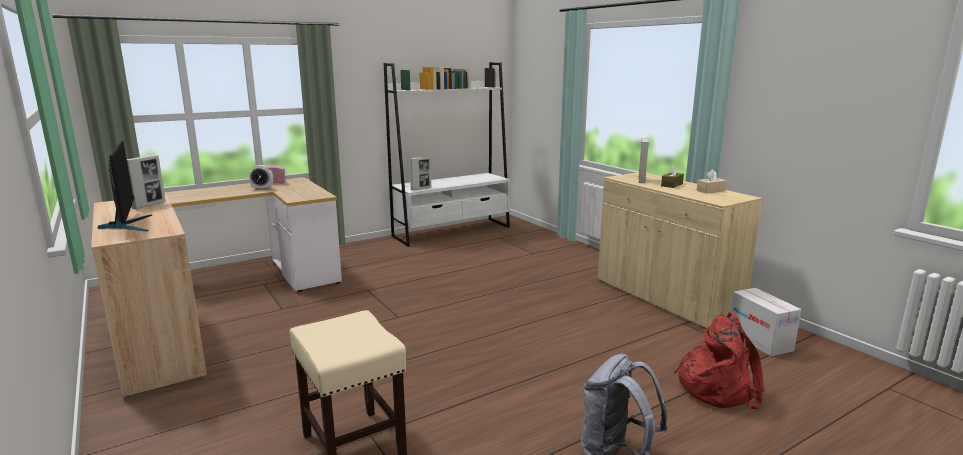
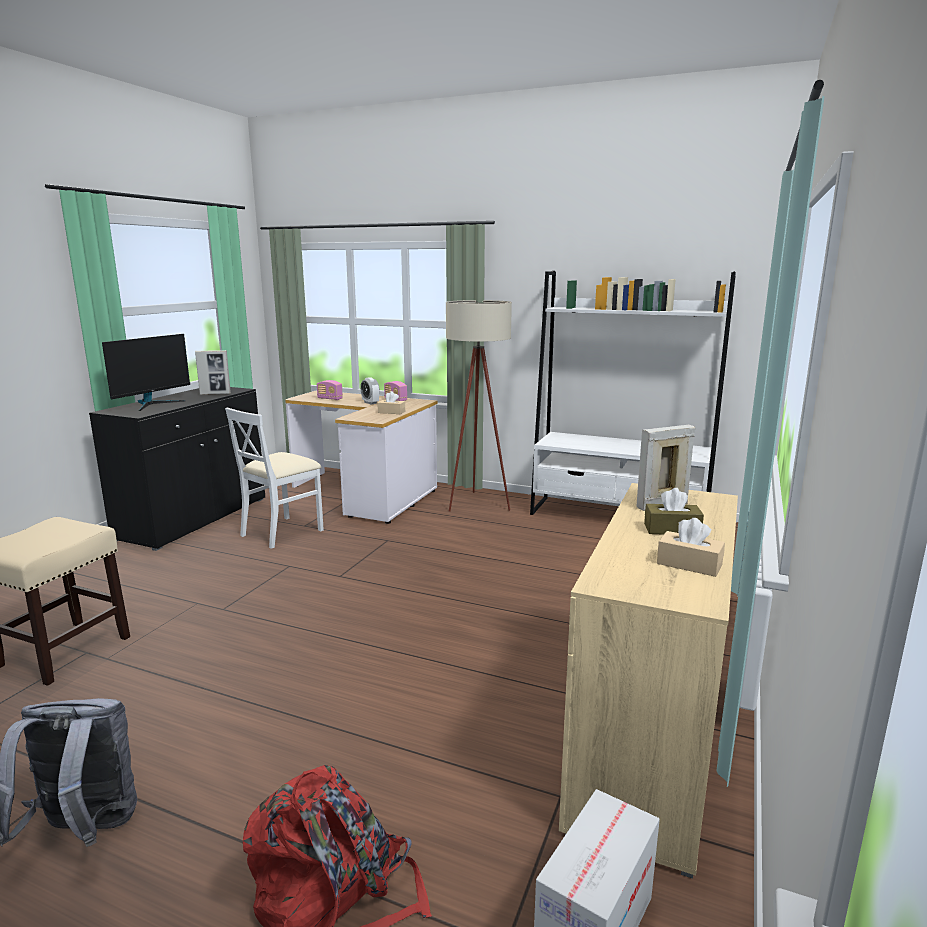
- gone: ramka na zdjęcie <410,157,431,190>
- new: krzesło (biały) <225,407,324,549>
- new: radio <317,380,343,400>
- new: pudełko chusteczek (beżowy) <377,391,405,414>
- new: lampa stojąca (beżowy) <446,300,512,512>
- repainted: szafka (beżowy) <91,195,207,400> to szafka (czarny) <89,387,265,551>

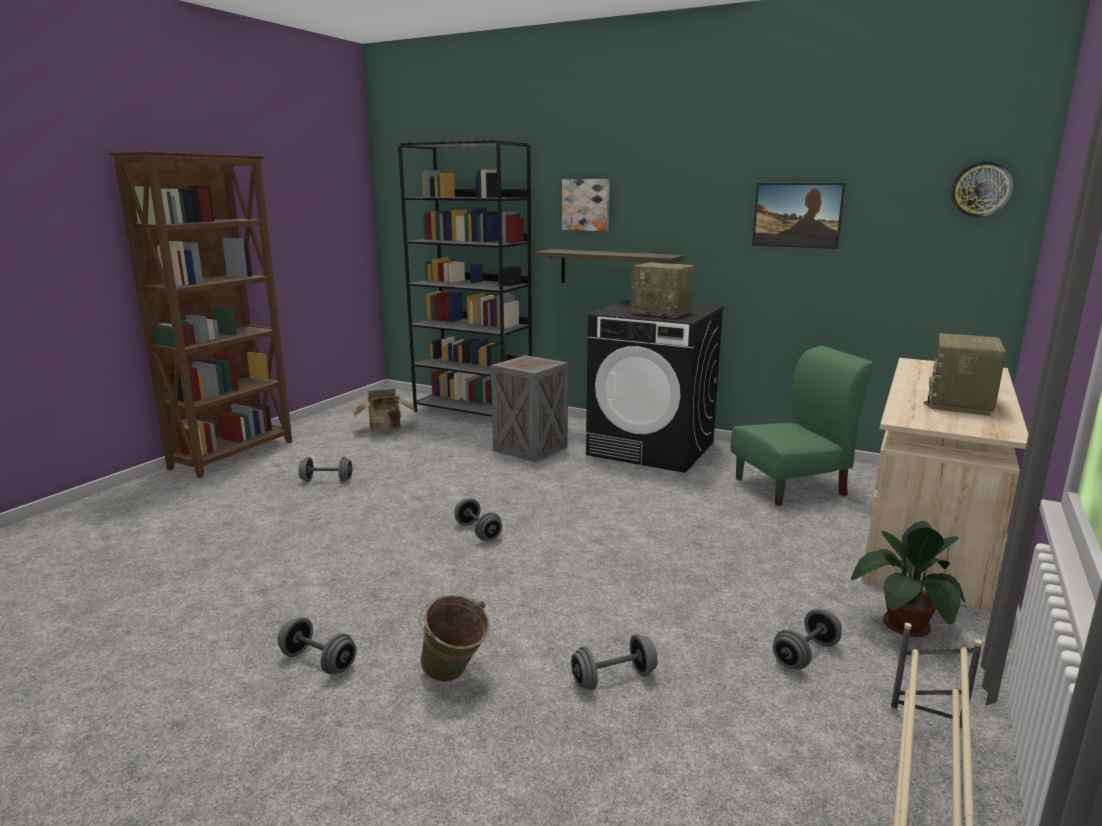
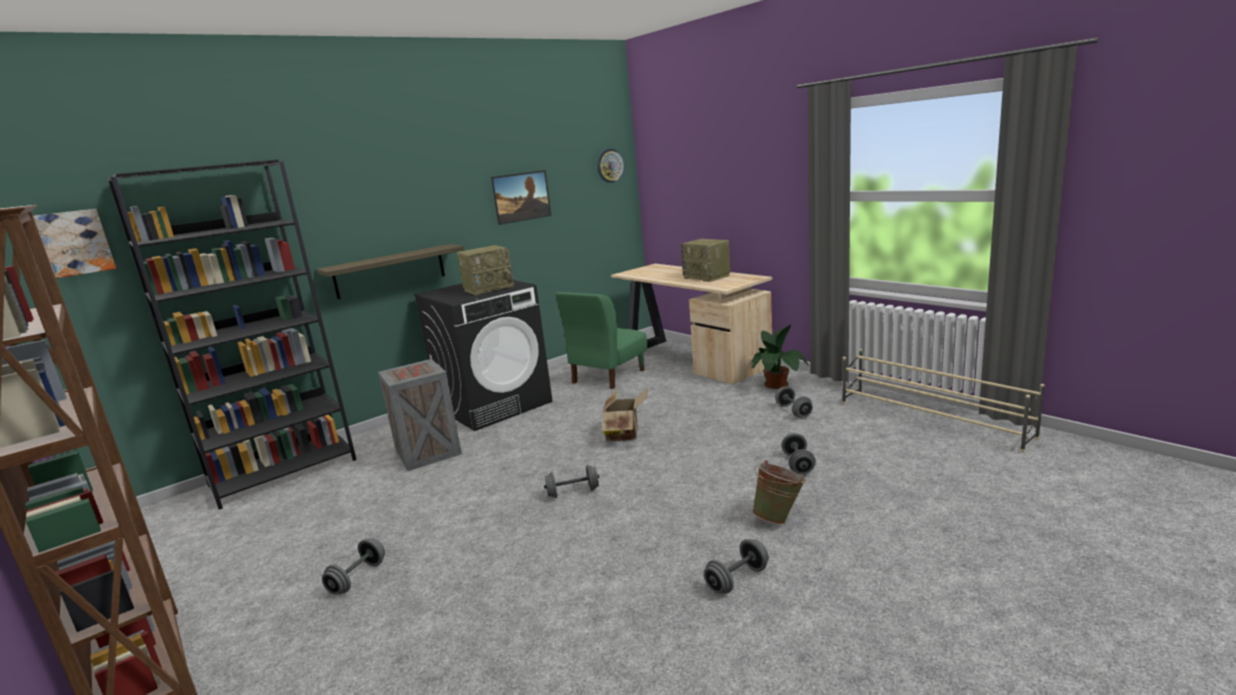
- shifted: karton <353,389,416,433> to <603,388,648,441>
- shifted: obraz <562,179,610,231> to <33,209,116,278>
- rotated: krzesło (zielony) <730,346,873,506> = <556,292,647,389> 150 degrees counterclockwise

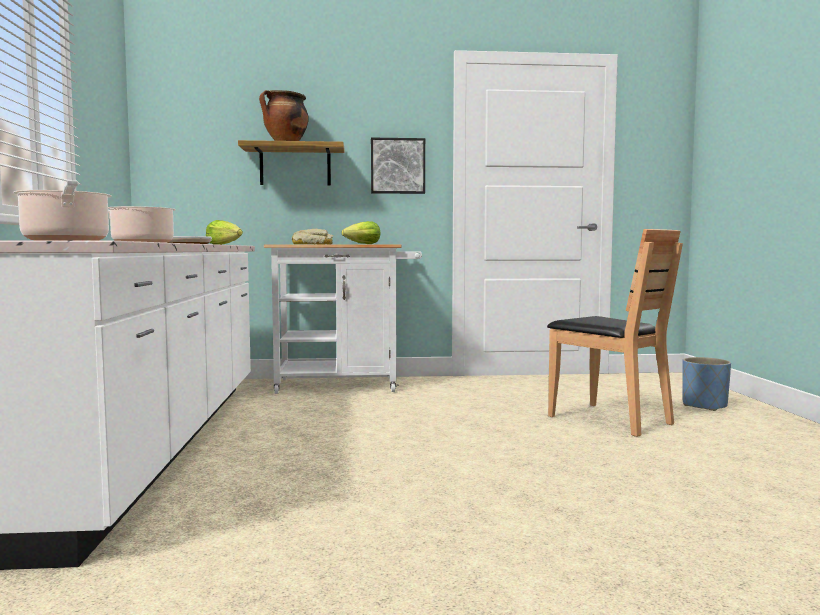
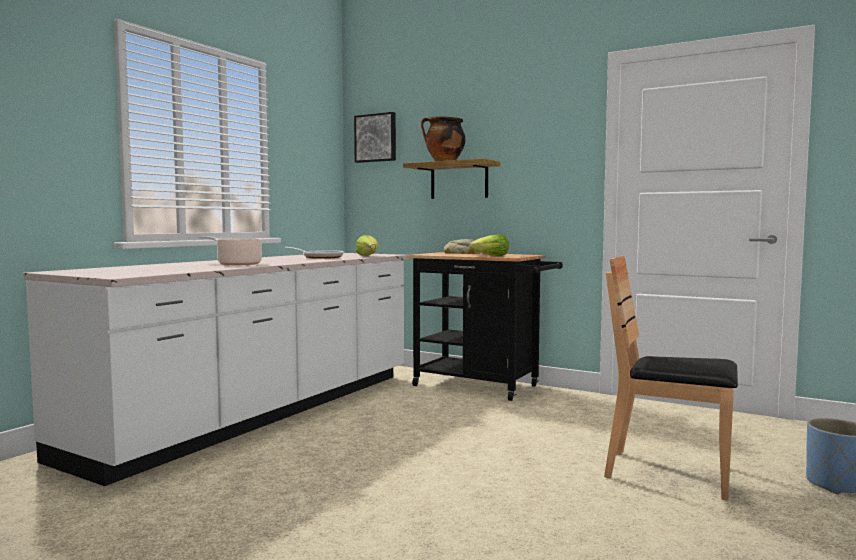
- gone: garnek <13,180,112,241>
- shifted: obraz <371,138,425,194> to <354,112,396,163>
- repainted: wózek (biały) <264,244,422,394> to wózek (czarny) <406,252,563,401>
- rotated: krzesło (brązowy) <547,229,683,437> = <604,256,738,501> 120 degrees clockwise

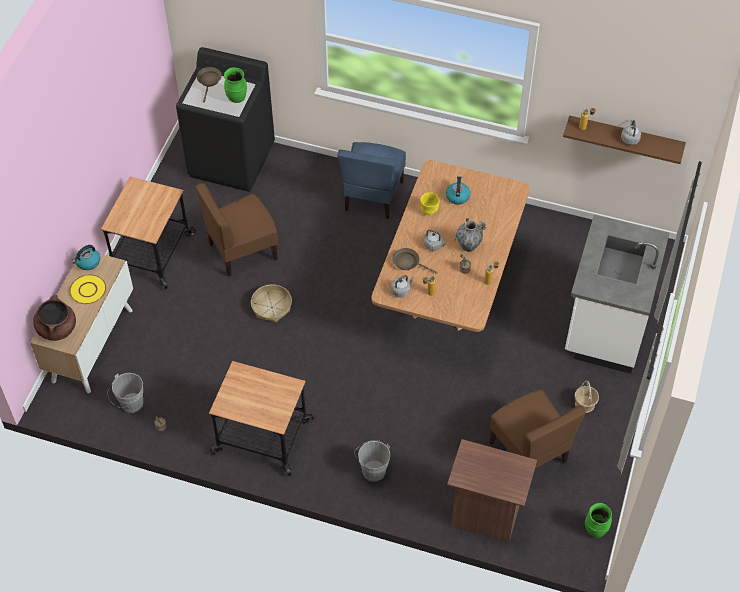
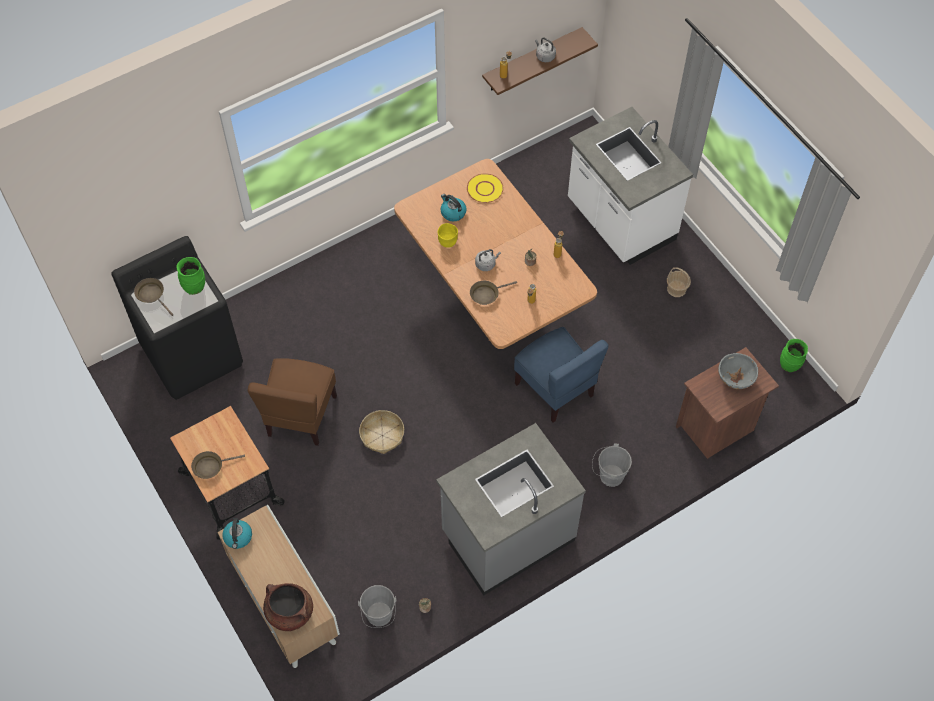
- gone: czajnik (szary) <391,275,414,298>
- gone: wazon <455,218,486,252>
- gone: krzesło (brązowy) <489,390,586,468>
- new: patelnia (brązowy) <191,451,245,479>
- new: miska (szary) <718,353,758,389>
- shifted: talerz (żółty) <69,274,106,304> to <467,173,503,203>
- shifted: krzesło (niebieski) <338,142,406,219> to <514,327,609,423>
- swapped: wózek <209,361,314,477> to zabudowa kuchenna (szary) <436,423,586,595>

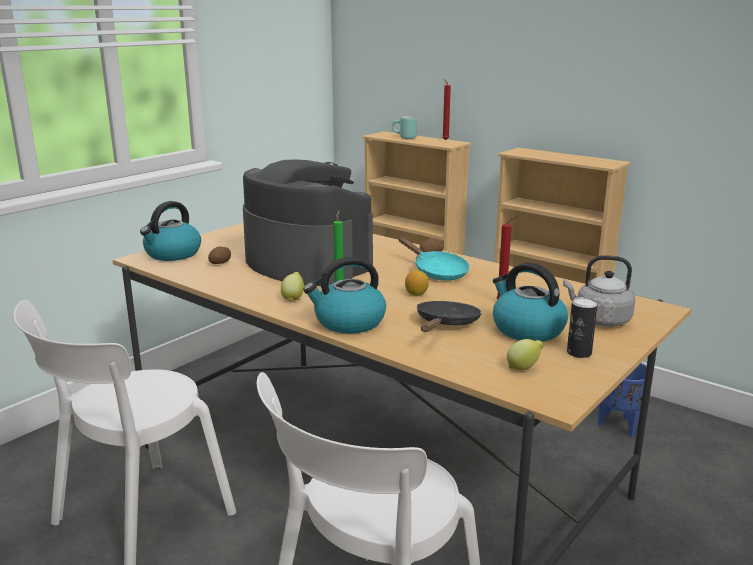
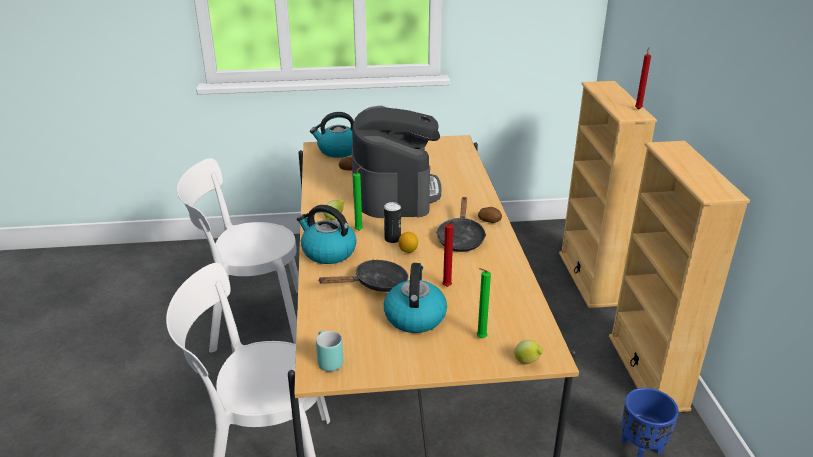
- shifted: kubek (turkusowy) <392,116,417,139> to <316,331,344,372>
- shifted: cytryna <507,339,544,371> to <514,340,543,364>
- shifted: puszka <567,297,598,358> to <384,202,401,243>
- swapped: czajnik (szary) <563,255,635,327> to świeca (zielony) <477,268,491,338>
- repainted: patelnia (turkusowy) <398,237,470,281> to patelnia (czarny) <436,197,486,252>

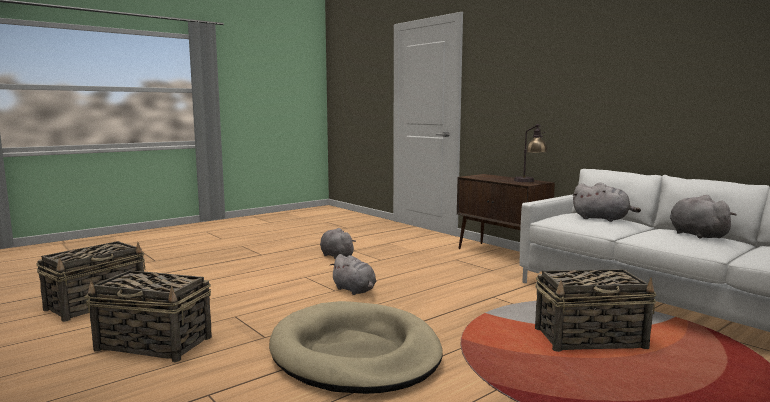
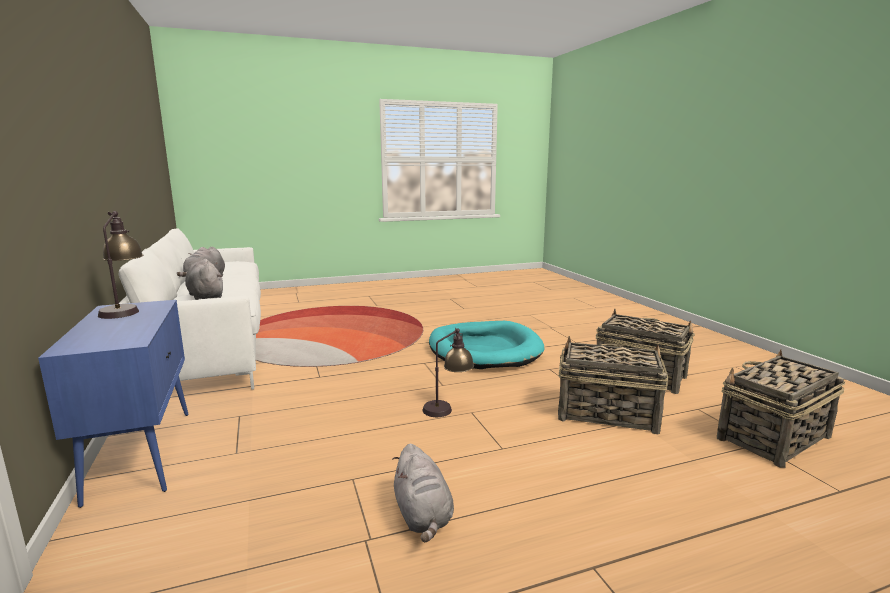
- shifted: koszyk <535,269,656,352> to <558,336,668,434>
- swapped: pluszak (szary) <330,254,376,295> to lampa stołowa <422,328,474,417>
- repainted: legowisko (beżowy) <269,301,443,394> to legowisko (turkusowy) <429,321,545,369>
- repainted: szafka (brązowy) <457,174,555,249> to szafka (niebieski) <38,300,188,508>

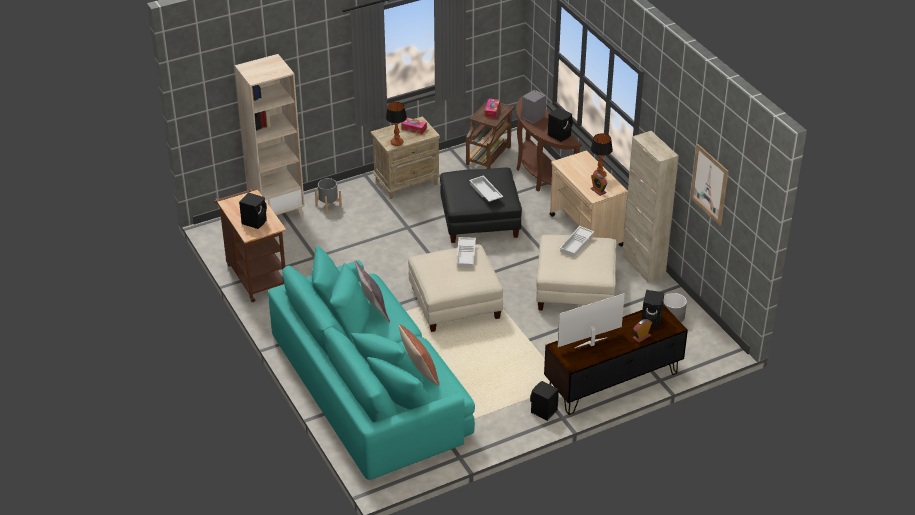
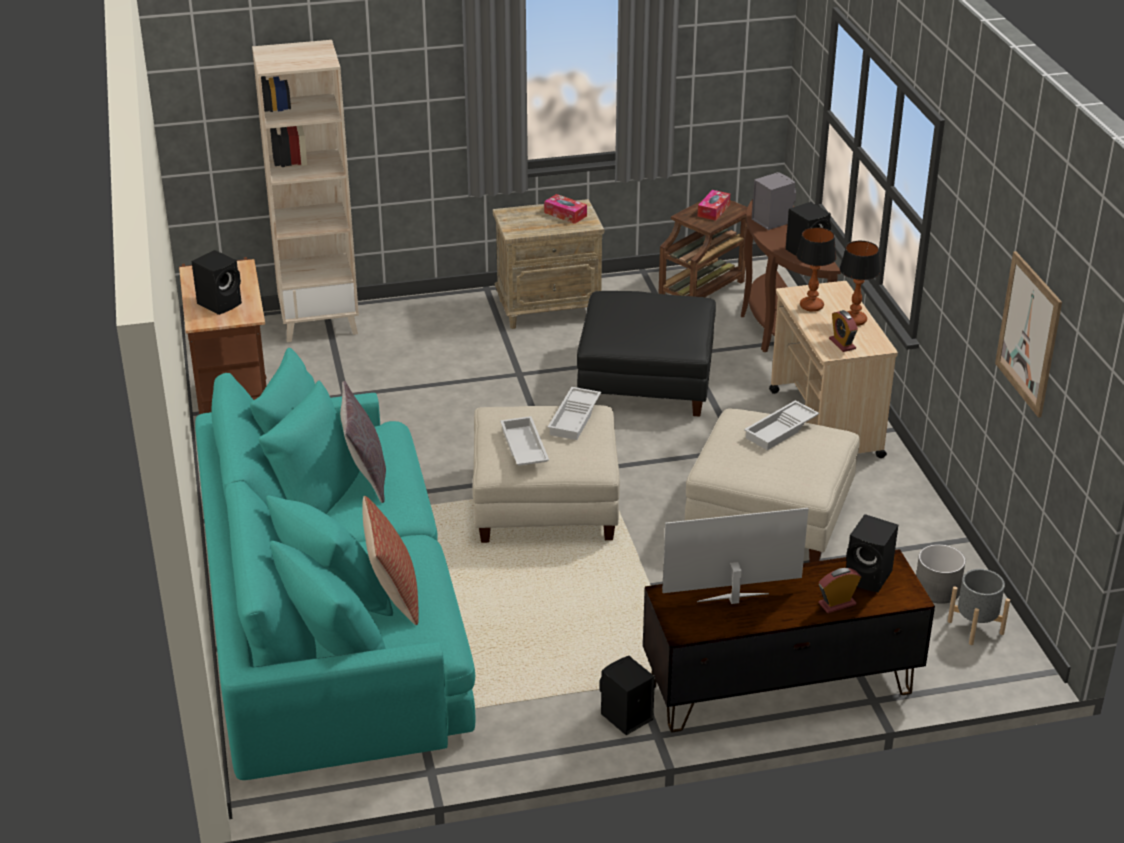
- gone: szafka (beżowy) <622,131,679,283>
- shifted: donica (szary) <315,178,342,214> to <948,569,1010,645>
- shifted: lampa stołowa <386,102,407,146> to <796,227,836,312>
- shifted: taca (biały) <469,175,503,202> to <500,416,549,466>

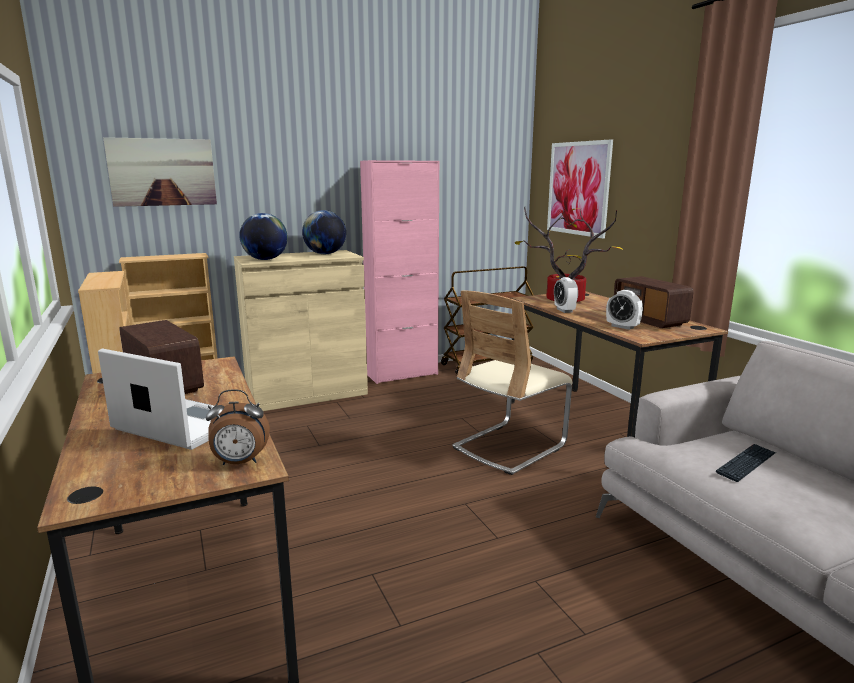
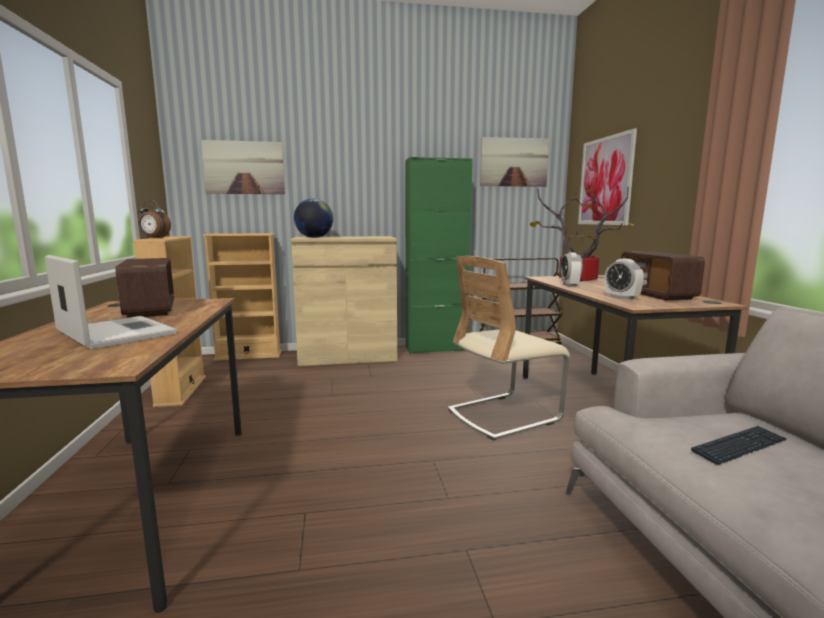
- gone: globus <302,210,346,254>
- new: obraz <480,137,549,187>
- shifted: budzik <206,389,270,465> to <138,200,171,238>
- repainted: szafka (różowy) <360,160,439,384> to szafka (zielony) <405,157,473,354>

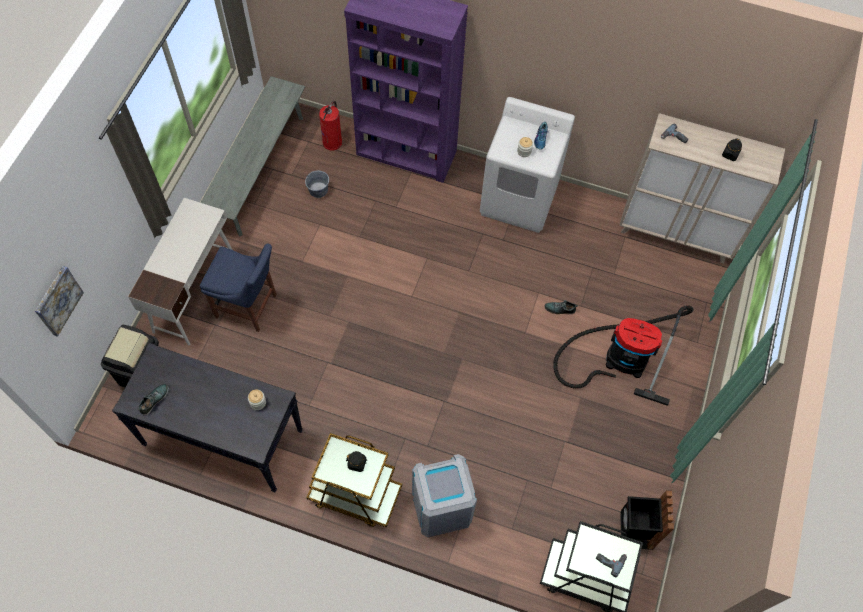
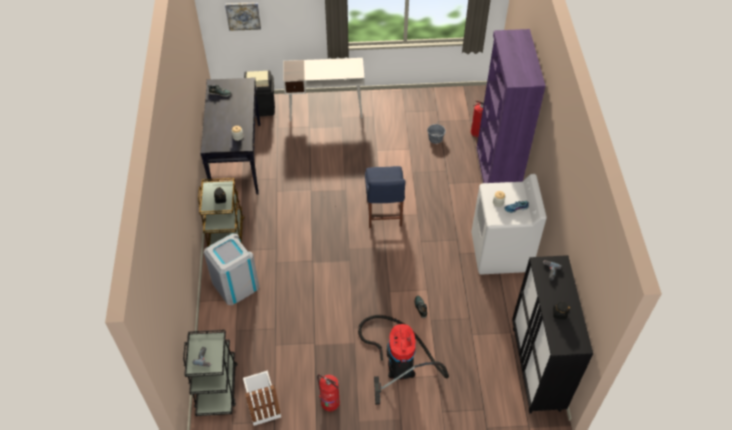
- gone: ławka (szary) <201,76,305,237>
- new: gaśnica <317,374,340,411>
- shifted: krzesło (niebieski) <200,244,277,332> to <365,166,406,228>
- repainted: szafka (beżowy) <619,113,785,263> to szafka (czarny) <512,255,593,413>
- repainted: kosz na śmieci (czarny) <620,490,674,550> to kosz na śmieci (biały) <243,371,281,426>

